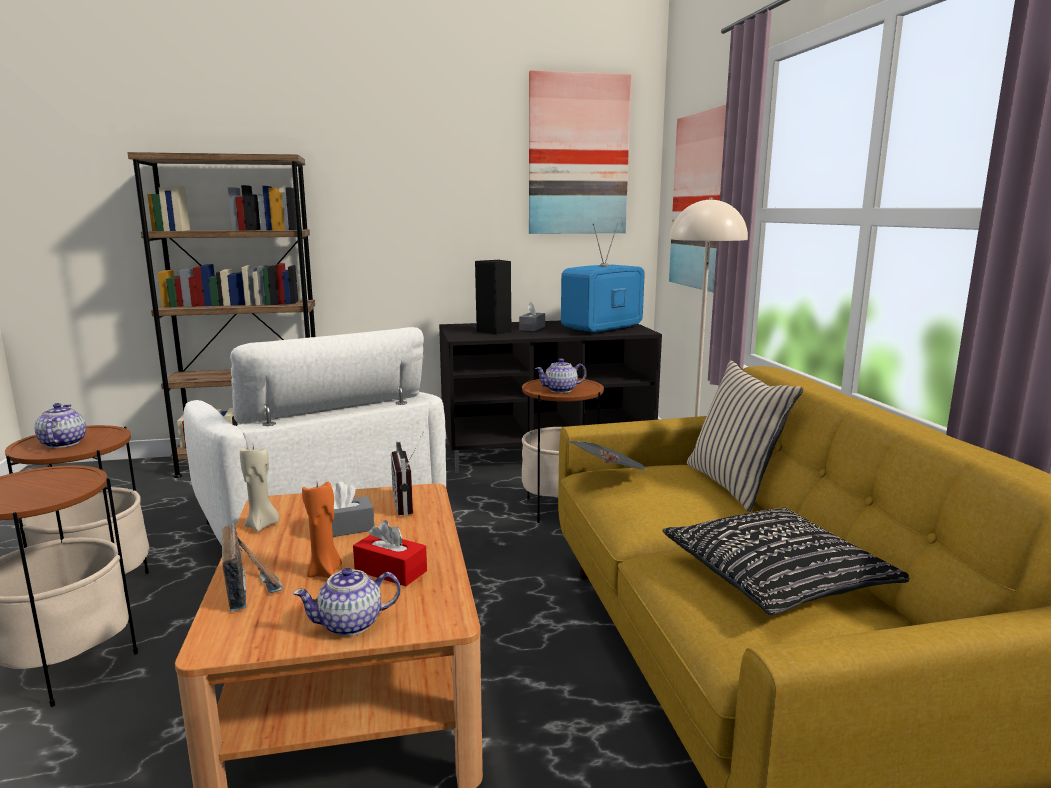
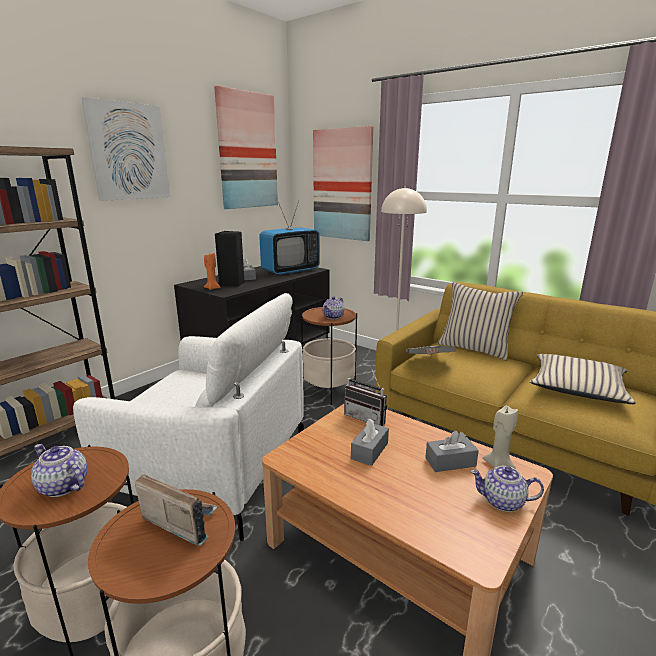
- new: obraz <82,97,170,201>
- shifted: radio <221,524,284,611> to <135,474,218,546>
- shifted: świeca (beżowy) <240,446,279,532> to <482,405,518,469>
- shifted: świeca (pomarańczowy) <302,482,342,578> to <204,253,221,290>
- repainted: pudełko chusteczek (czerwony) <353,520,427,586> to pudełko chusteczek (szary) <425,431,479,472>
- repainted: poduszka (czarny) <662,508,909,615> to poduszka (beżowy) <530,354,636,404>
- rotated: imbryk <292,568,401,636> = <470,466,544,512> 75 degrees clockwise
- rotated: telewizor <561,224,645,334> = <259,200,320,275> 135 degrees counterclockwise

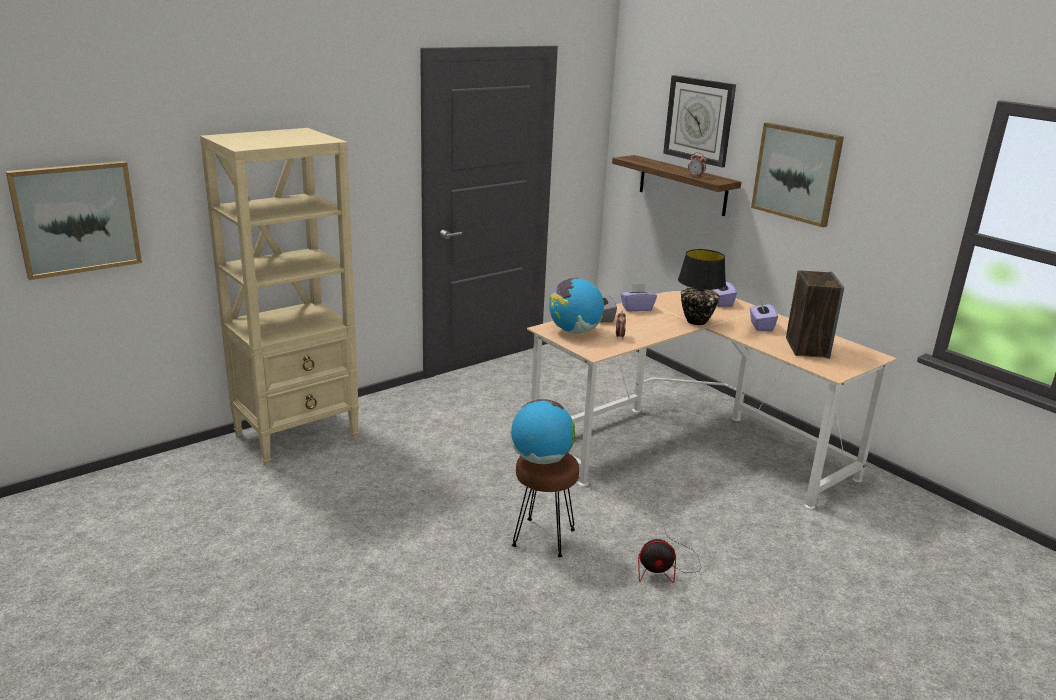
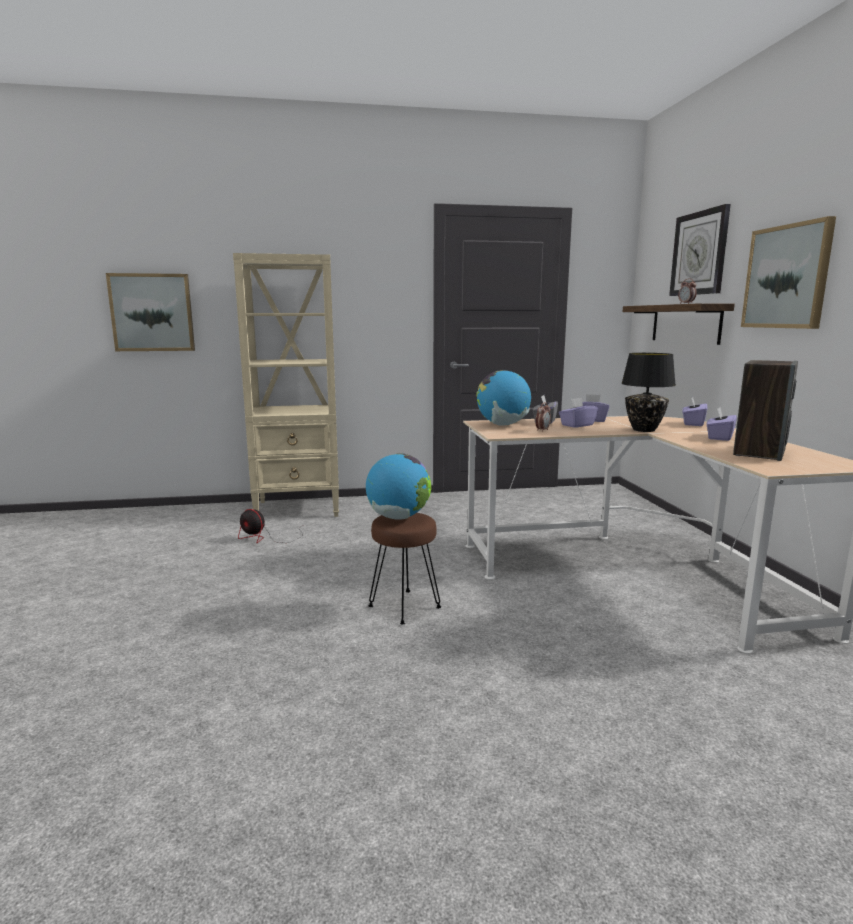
- new: pudełko chusteczek (fioletowy) <559,398,598,428>
- shifted: wentylator <638,528,701,583> to <238,509,303,543>

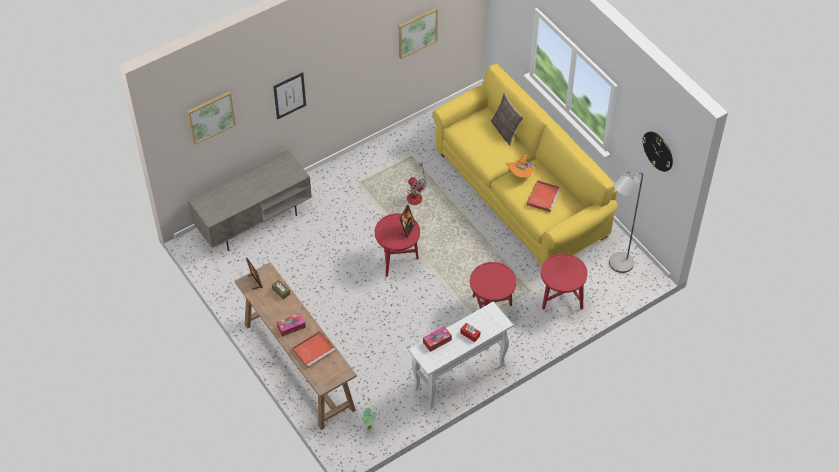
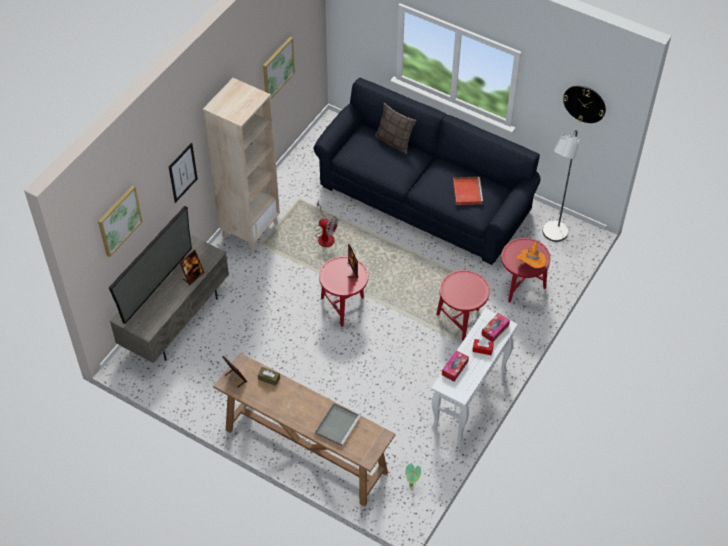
- new: telewizor <109,206,192,324>
- new: ramka na zdjęcie <179,250,204,285>
- new: regał (beżowy) <203,78,280,252>
- shifted: pudełko chusteczek <277,313,306,337> to <481,313,510,342>
- shifted: kapelusz (pomarańczowy) <505,154,536,177> to <516,241,546,268>
- repainted: taca (czerwony) <292,331,336,368> to taca (szary) <315,403,361,447>
- repainted: kanapa (żółty) <433,64,617,267> to kanapa (niebieski) <314,77,541,265>

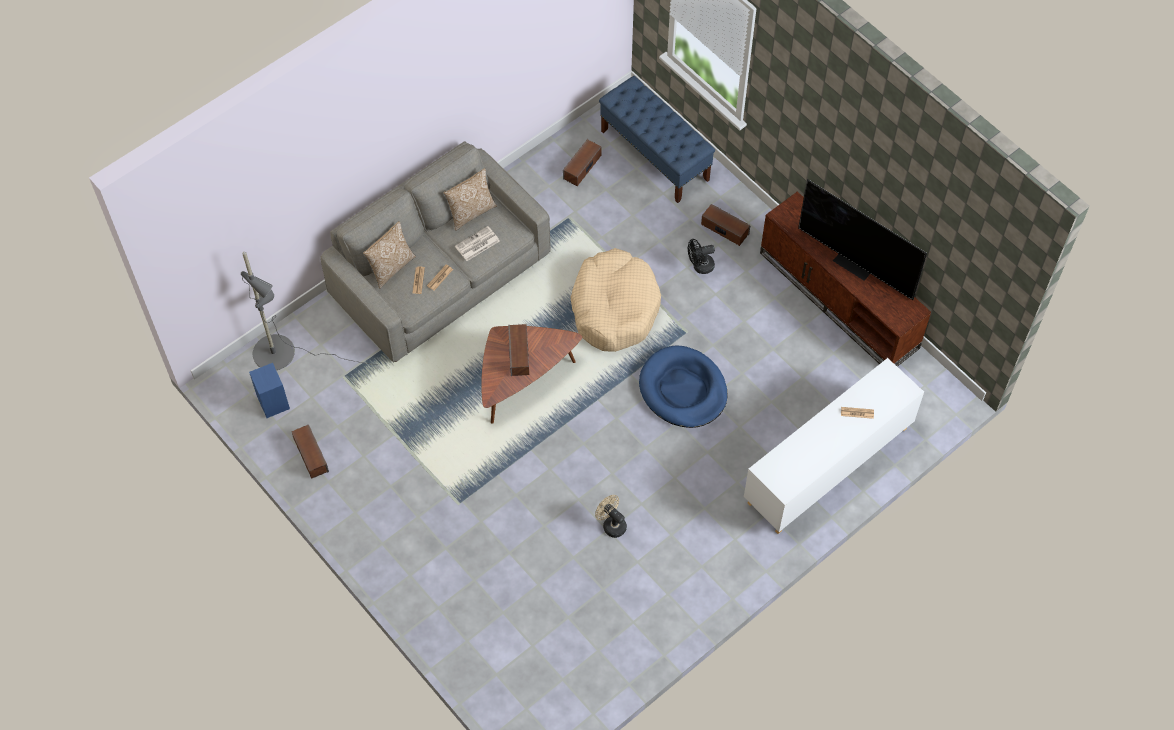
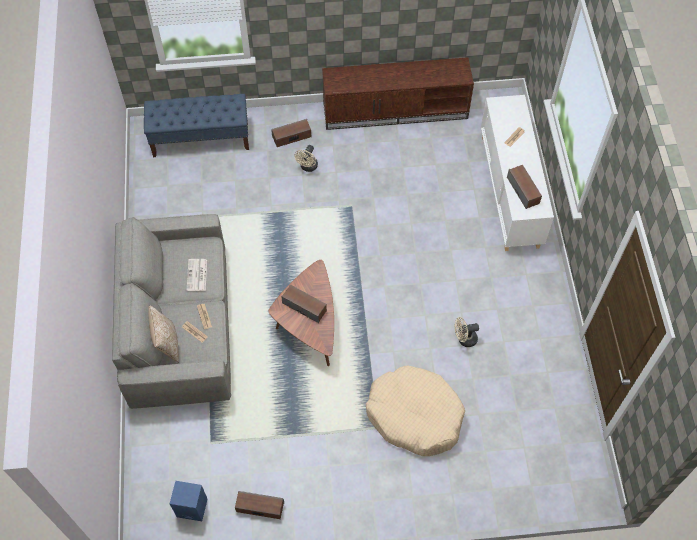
- gone: lampa stojąca (szary) <241,252,378,370>
- gone: poduszka <444,168,497,231>
- gone: legowisko (niebieski) <639,345,728,428>
- gone: telewizor <798,179,927,300>
- shifted: głośnik <563,139,601,186> to <507,165,542,209>
- shifted: legowisko (beżowy) <570,248,661,352> to <366,365,465,456>
- repainted: wentylator (czarny) <688,239,715,274> to wentylator (beżowy) <294,145,318,172>

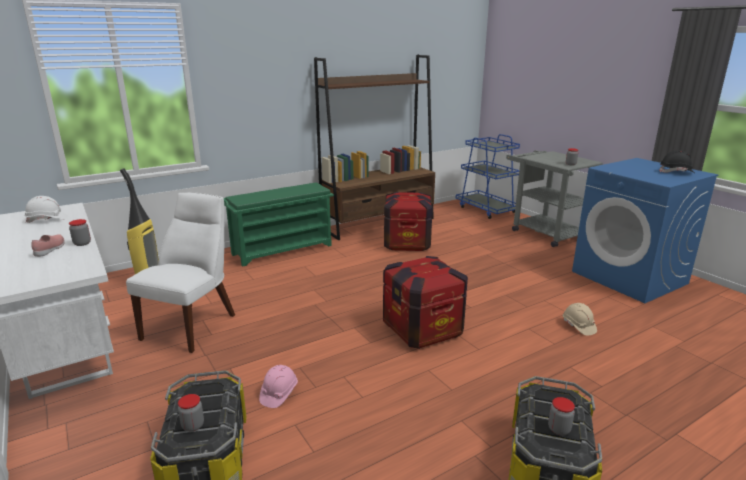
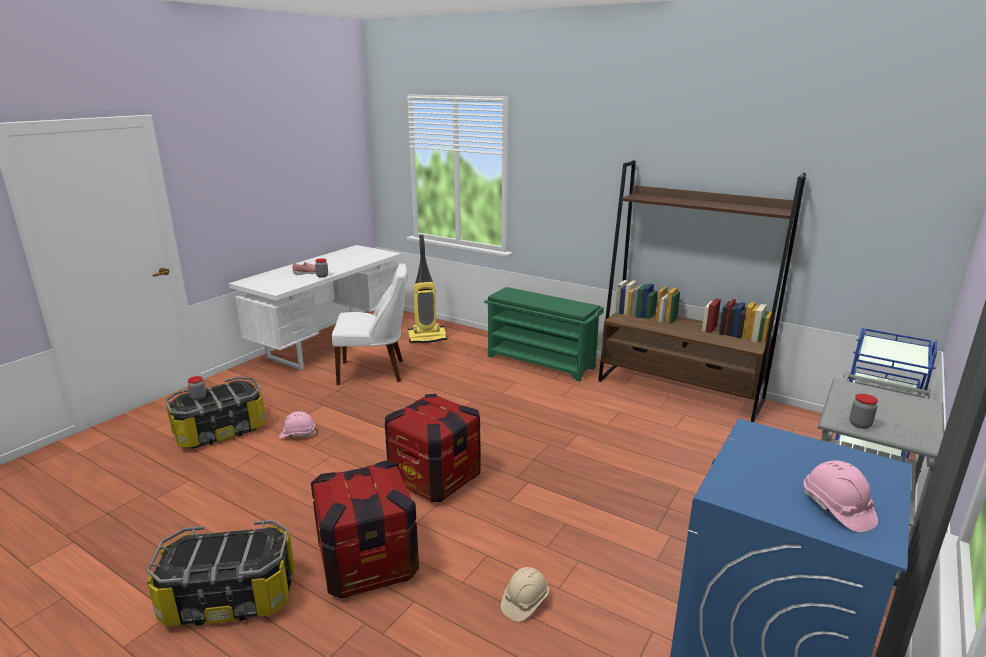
- gone: kask (biały) <24,196,68,223>
- gone: słoik <548,397,575,435>
- shifted: skrzynka <384,192,433,251> to <311,461,419,598>
- repainted: kask (czarny) <660,150,694,173> to kask (różowy) <804,460,878,532>

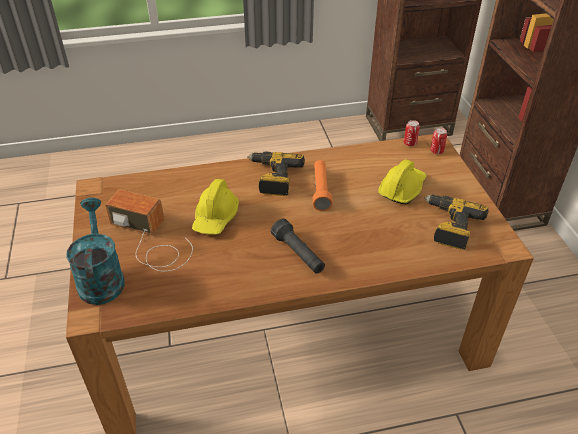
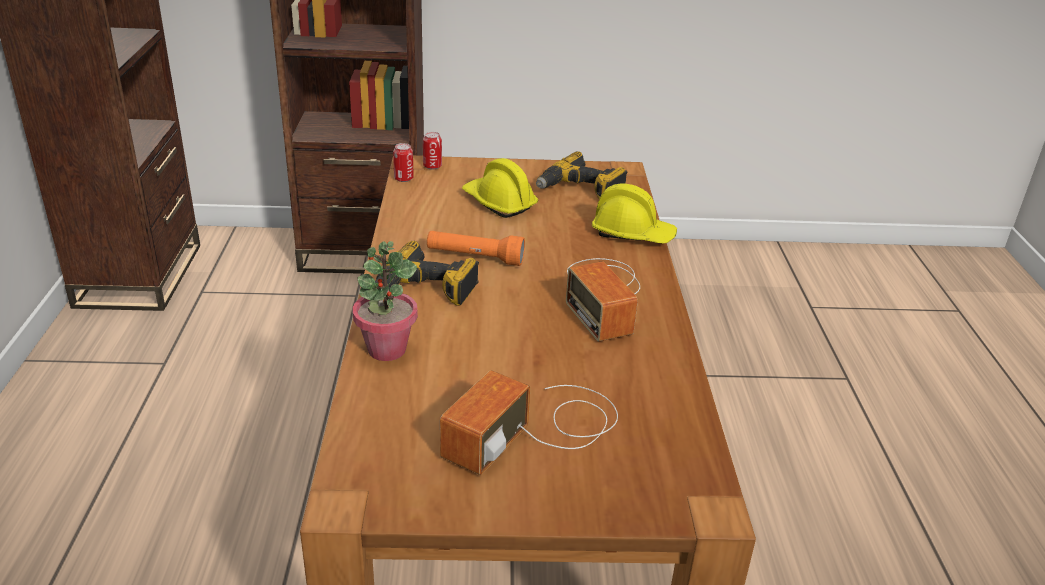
- gone: konewka (turkusowy) <66,198,125,305>
- new: roślina doniczkowa <353,241,418,361>
- shifted: kask (żółty) <192,179,239,235> to <592,184,677,244>
- swapped: latarka (czarny) <271,219,325,273> to radio <566,258,640,342>

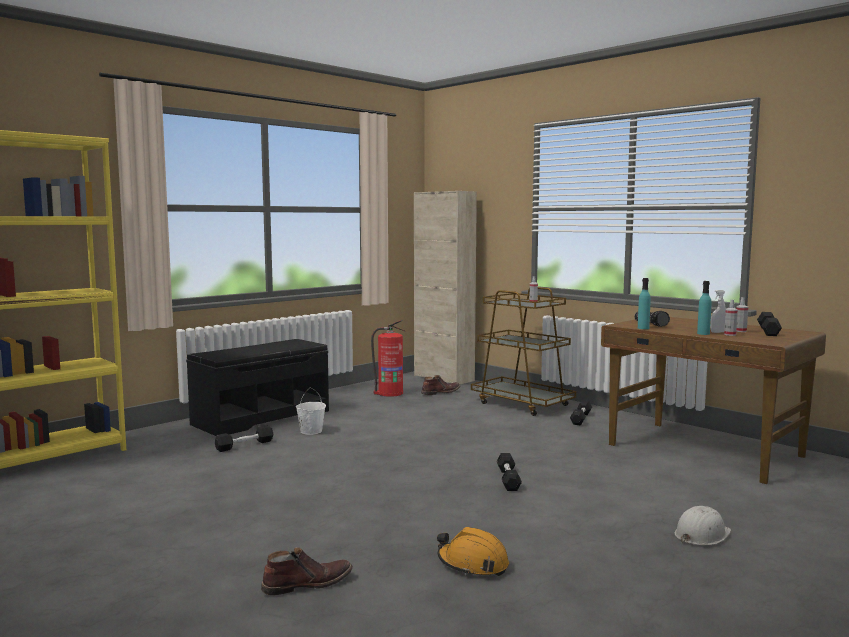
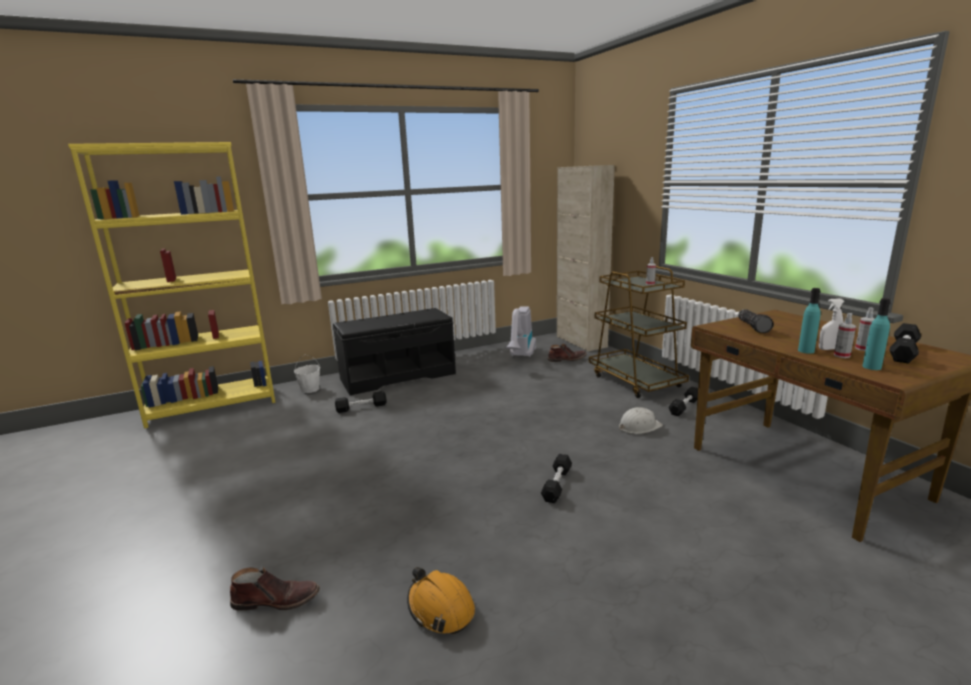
- shifted: wiadro (biały) <296,388,326,435> to <294,355,320,393>
- shifted: butelka (turkusowy) <638,278,651,329> to <862,298,891,370>
- shifted: kask (biały) <674,506,731,546> to <619,407,663,434>
- swapped: gaśnica <371,320,406,397> to odkurzacz <505,306,536,357>

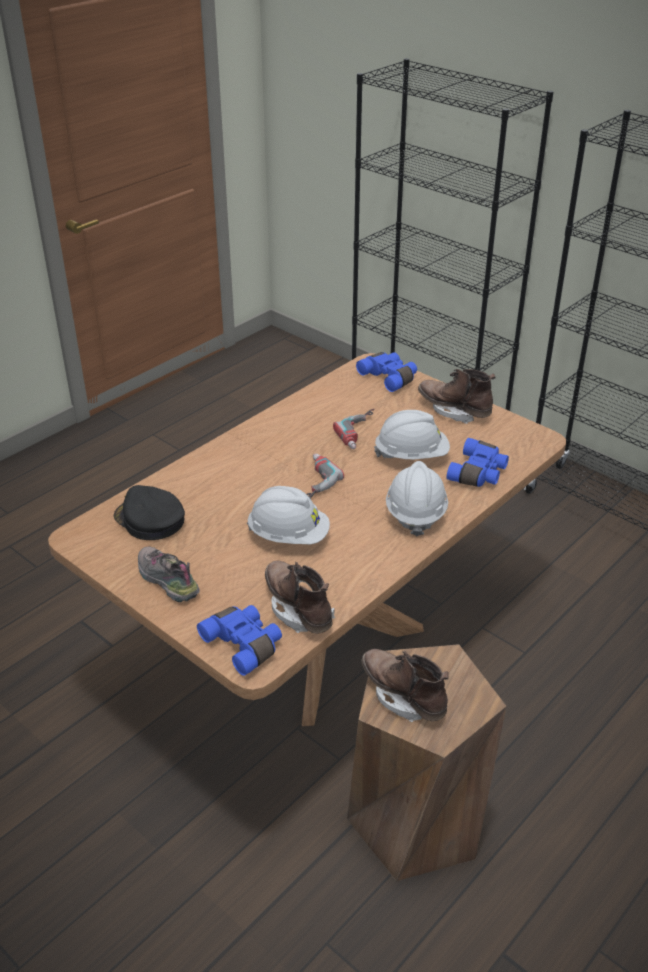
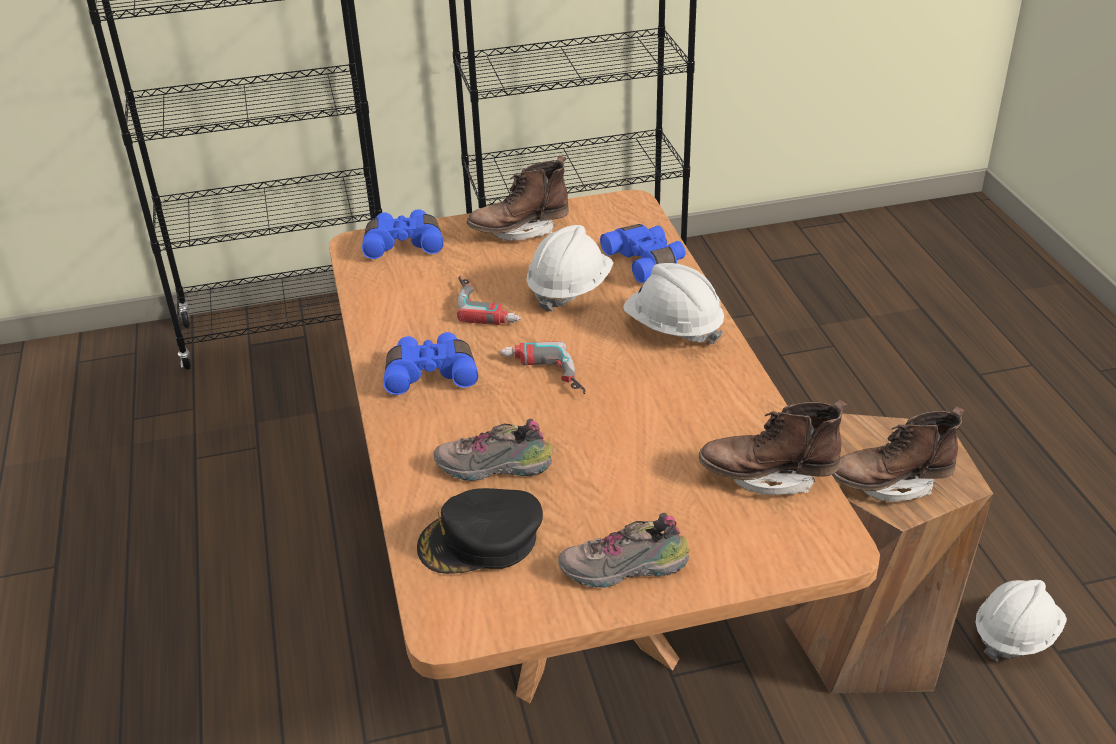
- new: but <433,419,552,481>
- shifted: lornetka (niebieski) <197,605,282,676> to <384,332,478,395>
- shifted: kask (biały) <247,486,330,544> to <976,580,1067,661>

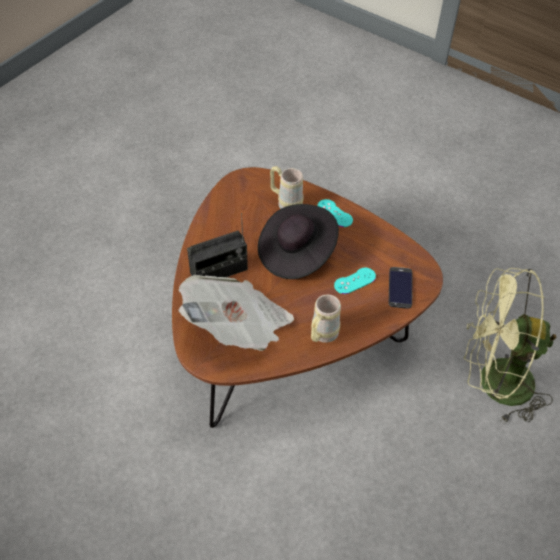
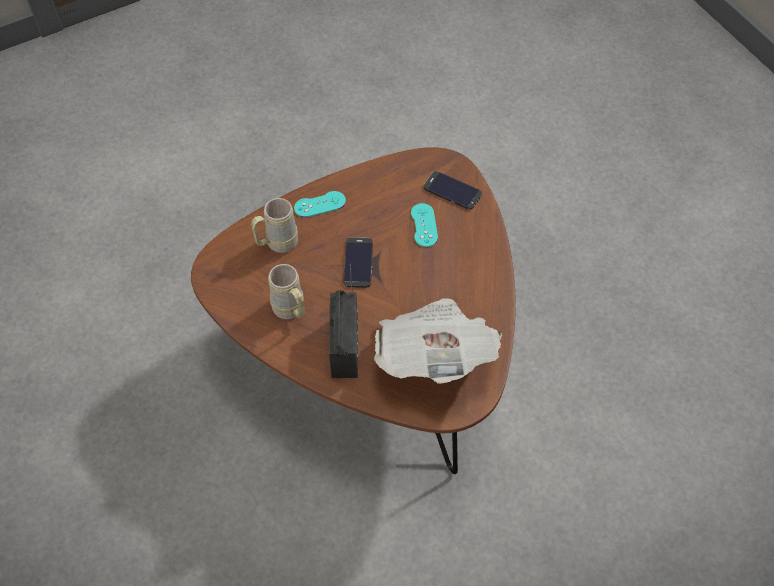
- gone: wentylator (zielony) <463,268,556,424>
- shifted: kubek (beżowy) <311,294,341,343> to <268,264,305,319>
- swapped: kapelusz (czarny) <258,204,339,279> to telefon <343,237,373,288>

